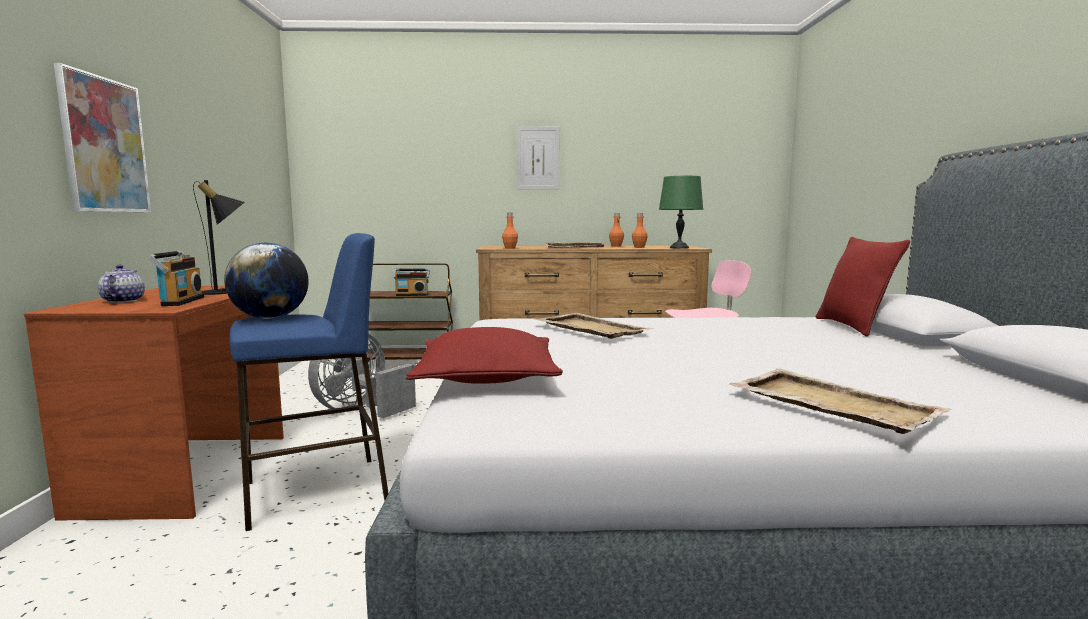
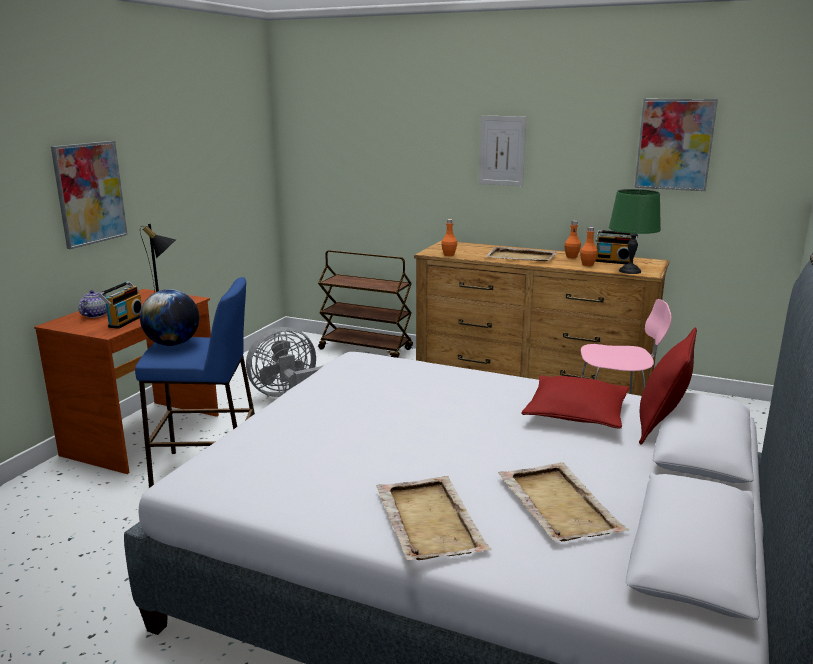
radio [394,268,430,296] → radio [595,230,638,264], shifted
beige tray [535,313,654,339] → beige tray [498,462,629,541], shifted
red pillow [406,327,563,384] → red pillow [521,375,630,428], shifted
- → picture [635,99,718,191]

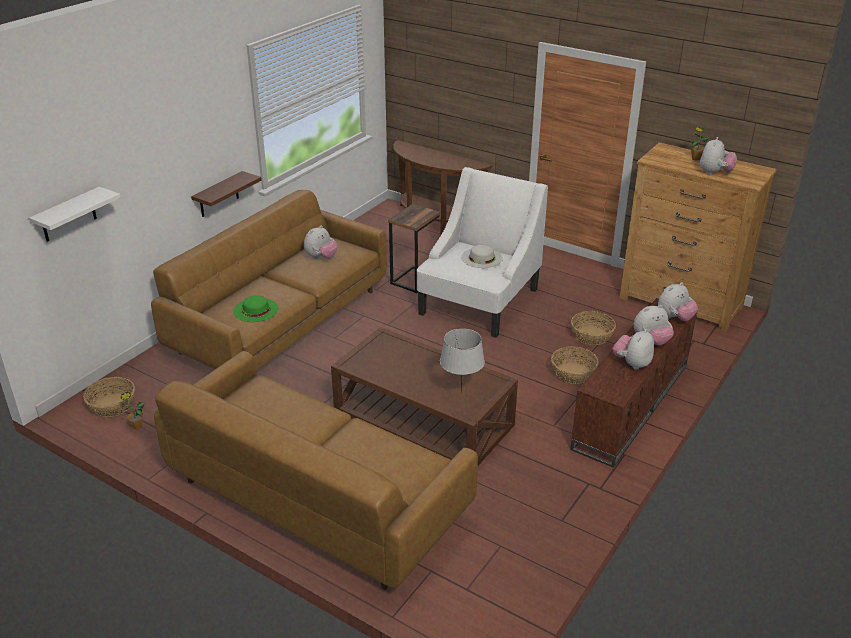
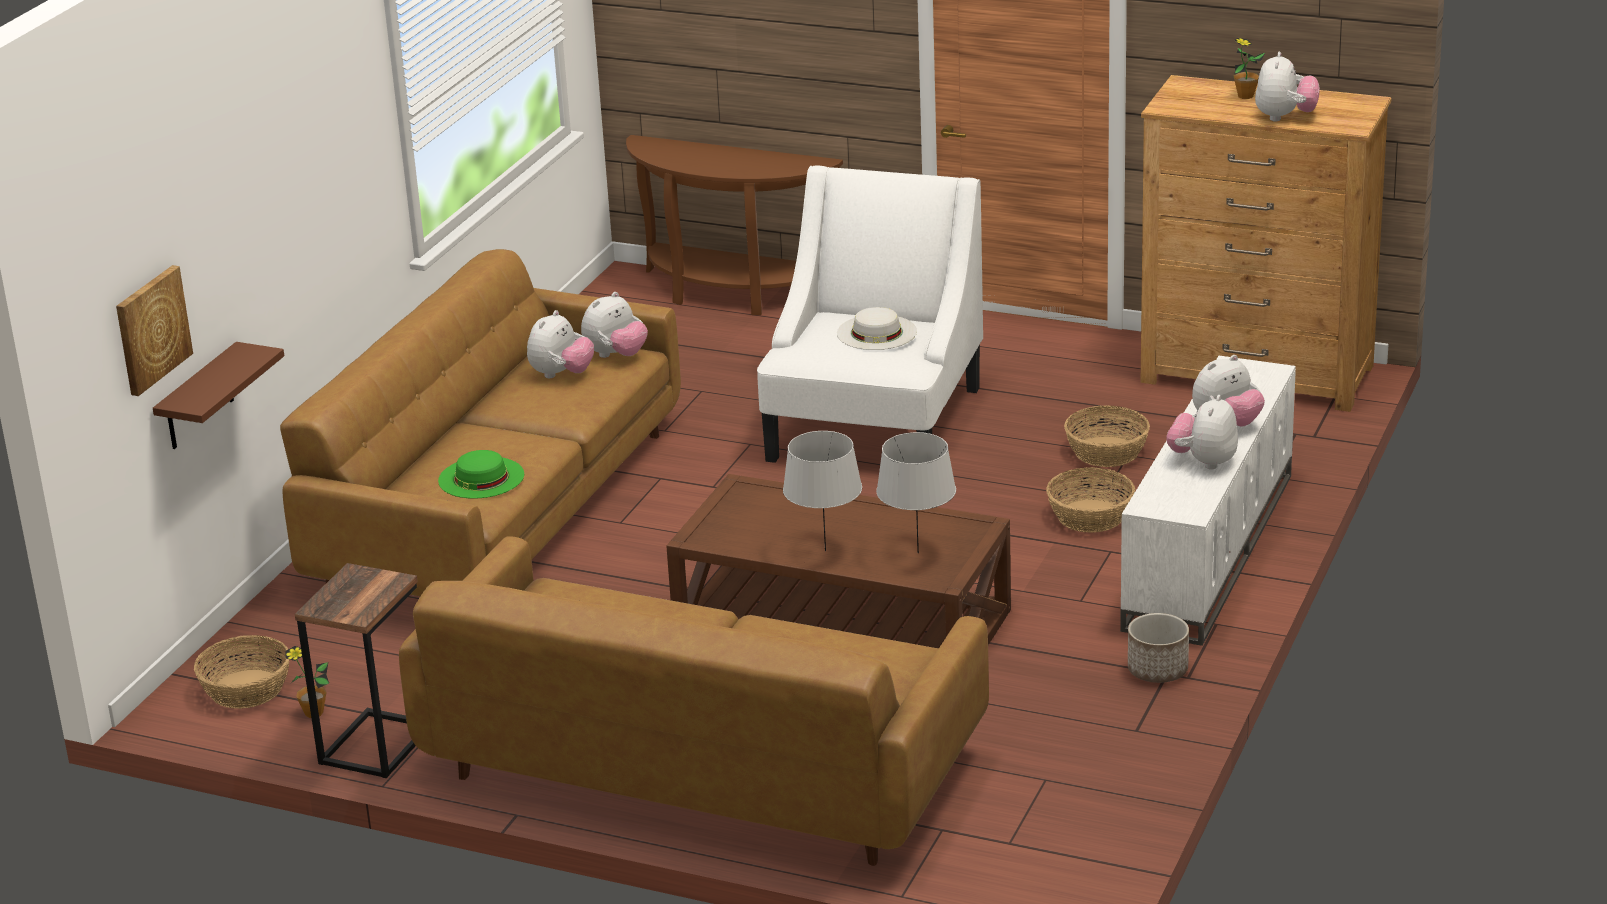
brown shelf [191,171,262,217] → brown shelf [153,342,284,449], shifted
white shelf [29,187,121,242] → picture [116,265,193,396]
side table [388,204,440,293] → side table [295,563,418,778], shifted
plush toy [658,282,698,321] → plush toy [581,292,648,358], shifted
brown tv stand [570,298,697,468] → white tv stand [1120,356,1296,646]
- → grey table lamp [783,431,862,551]
- → planter [1128,613,1189,683]

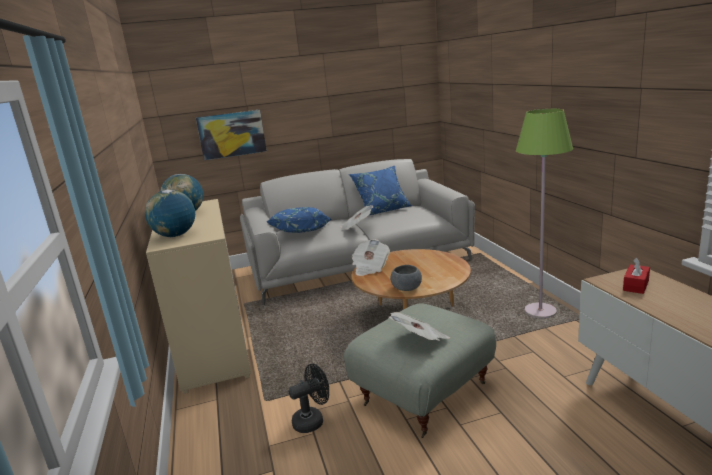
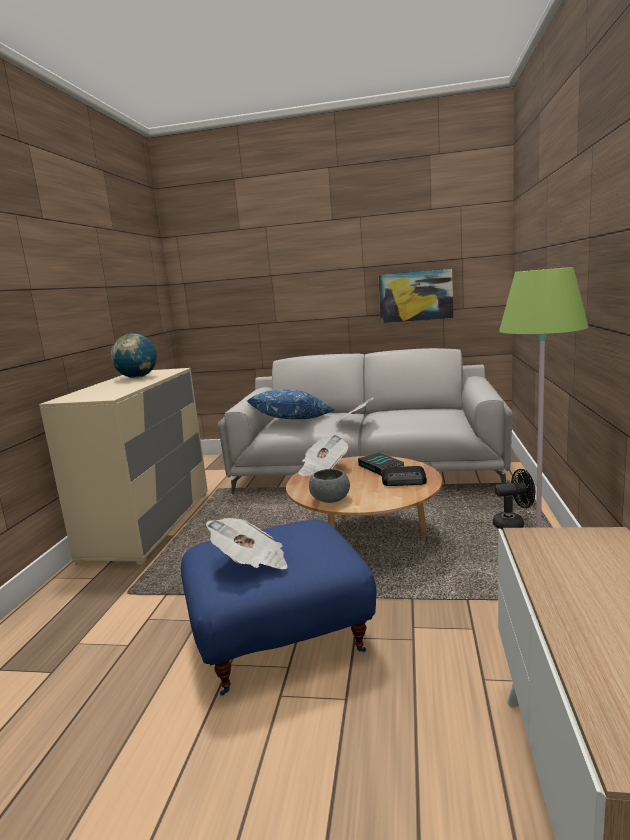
picture [196,110,267,160] → picture [378,268,453,323], shifted
blue pillow [349,166,413,216] → -
globe [145,189,195,237] → -
red tissue box [623,258,650,294] → -
grey ottoman [344,304,496,438] → blue ottoman [181,520,377,696]
black fan [288,364,329,433] → black fan [493,469,535,530], shifted
- → book [358,453,404,476]
- → radio [382,466,427,486]

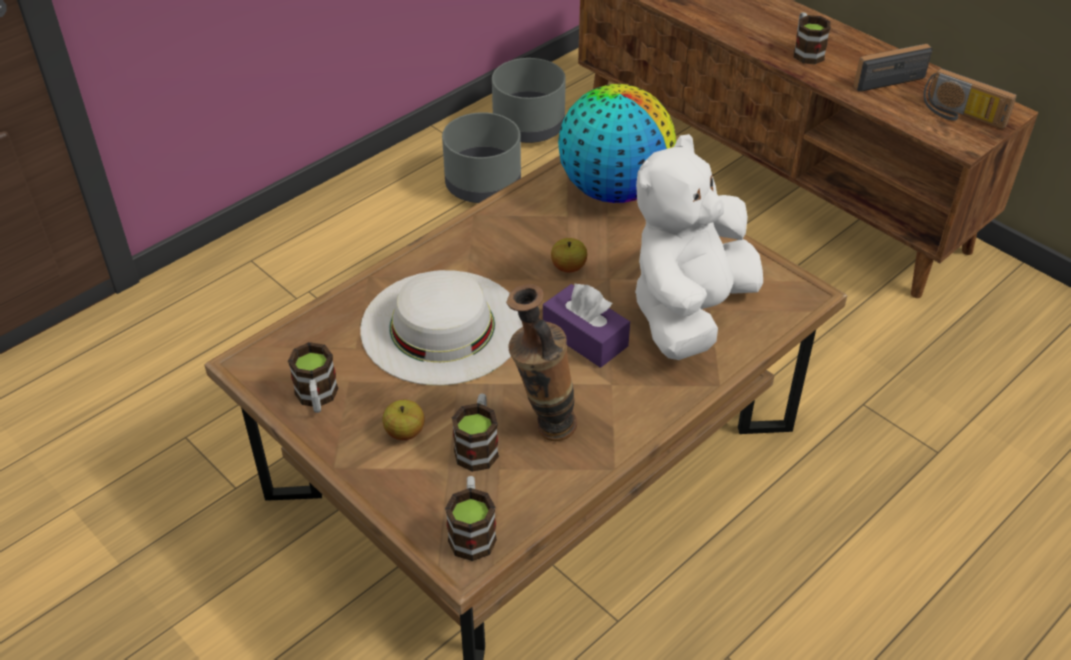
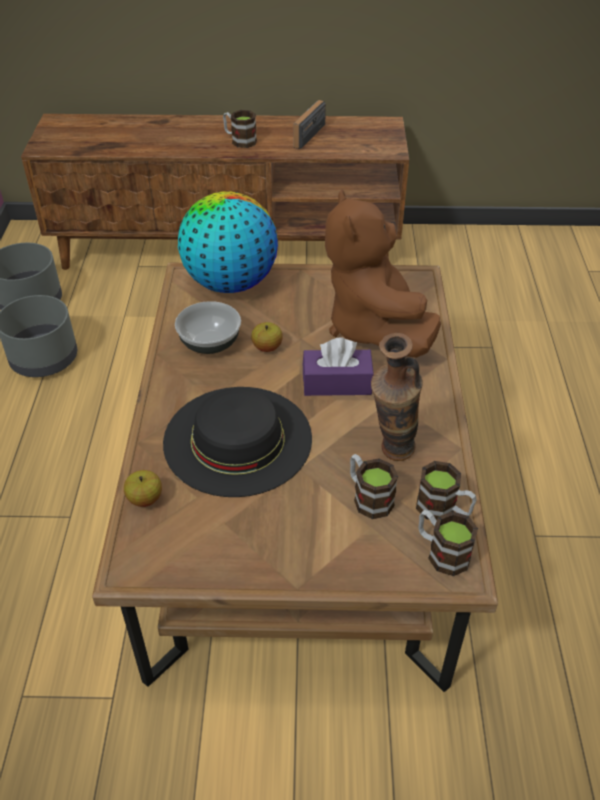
radio [923,68,1017,129] → -
white plush toy [635,134,763,360] → brown plush toy [325,189,441,358]
white hat [360,270,523,386] → black hat [163,387,312,497]
mug [288,342,338,413] → mug [416,461,476,520], shifted
apple [382,400,424,440] → apple [124,470,162,507], shifted
- → bowl [175,301,241,354]

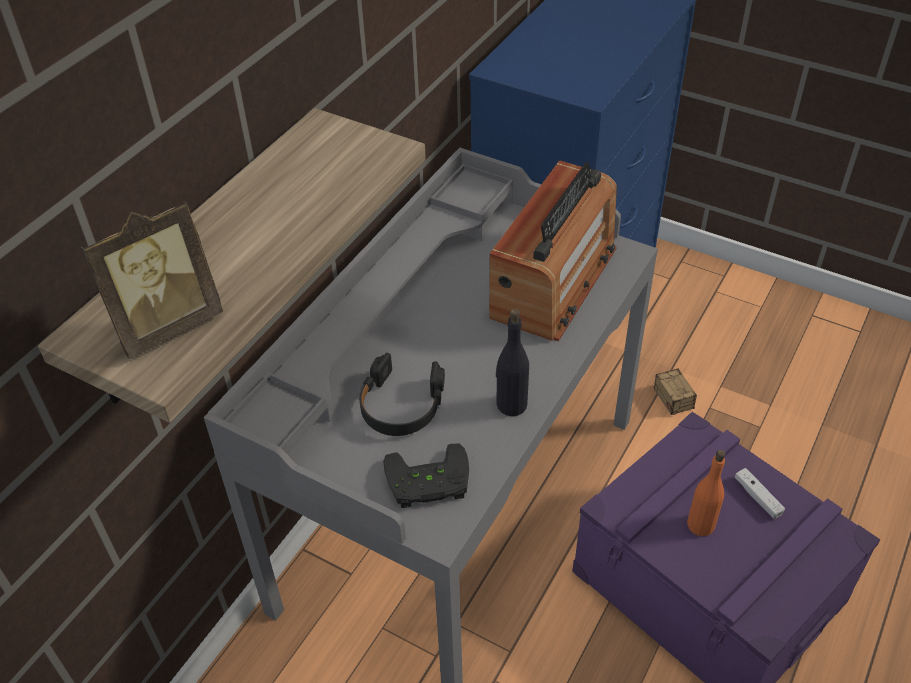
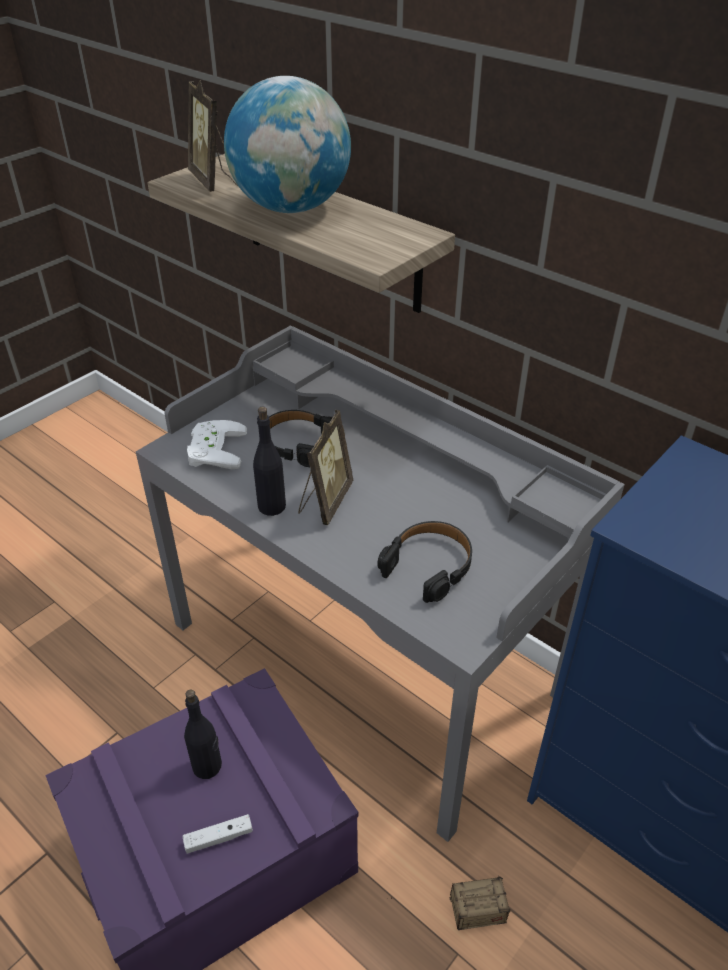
radio [489,160,617,341] → black headphones [378,521,472,603]
black game controller [383,443,469,508] → white game controller [187,420,247,469]
orange bottle [687,450,725,536] → black bottle [184,689,222,779]
- → globe [224,76,351,213]
- → picture frame [298,410,353,525]

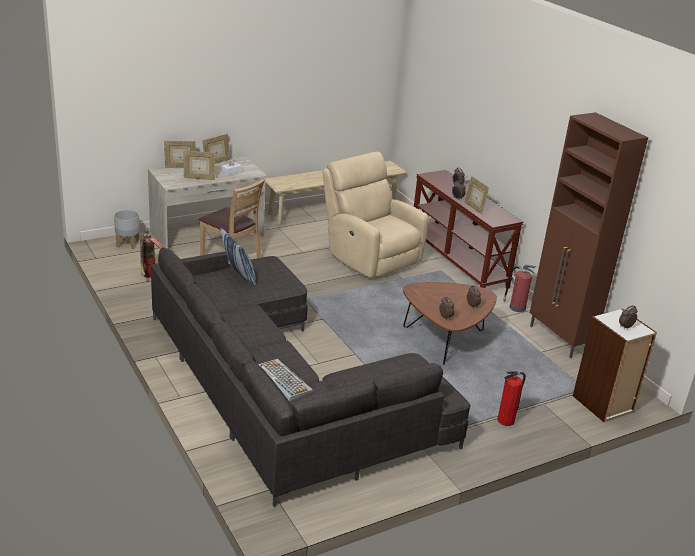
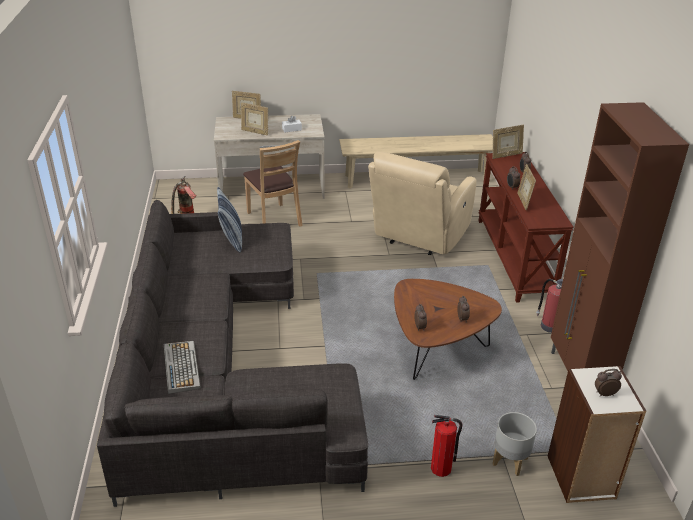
picture frame [202,134,230,164] → picture frame [492,125,524,159], shifted
beige armchair [322,152,429,278] → beige armchair [368,151,477,255], 135 degrees counterclockwise
grey planter [114,210,140,249] → grey planter [493,412,537,476], shifted

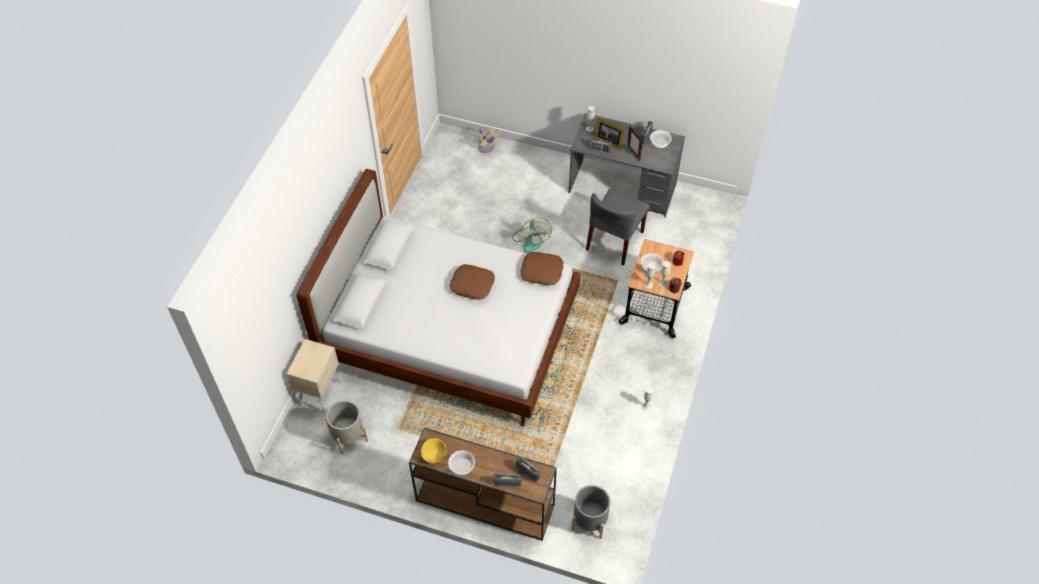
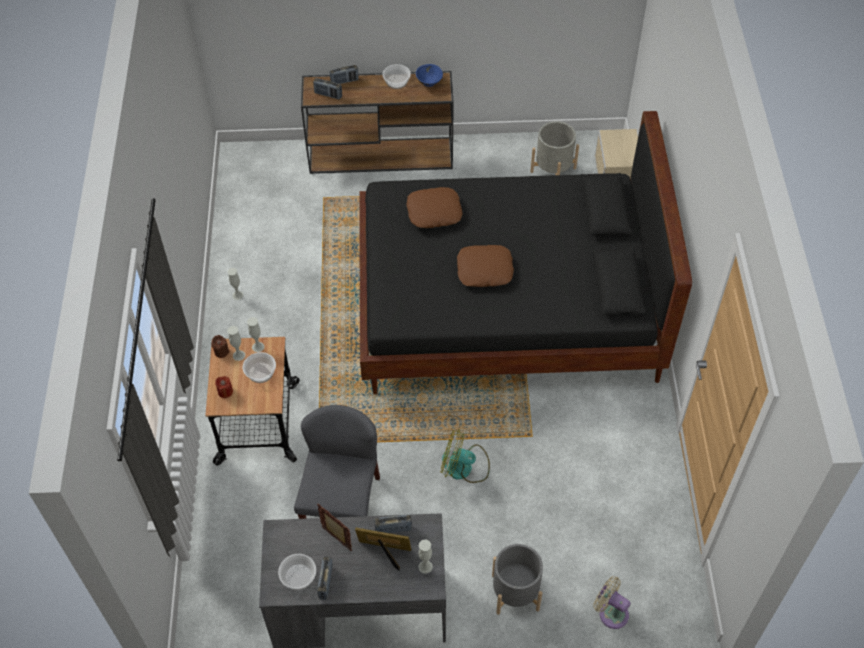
white bed [296,169,580,426] → black bed [359,111,692,394]
fan [512,218,552,253] → fan [441,429,490,483], 45 degrees counterclockwise
brown pillow [520,252,563,285] → brown pillow [406,187,463,228], shifted
yellow bowl [421,438,446,463] → blue bowl [416,64,443,87]
grey planter [571,485,611,539] → grey planter [492,544,543,615], shifted

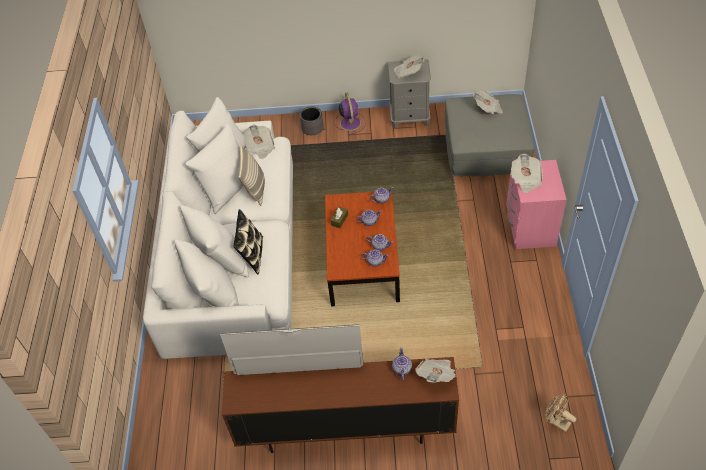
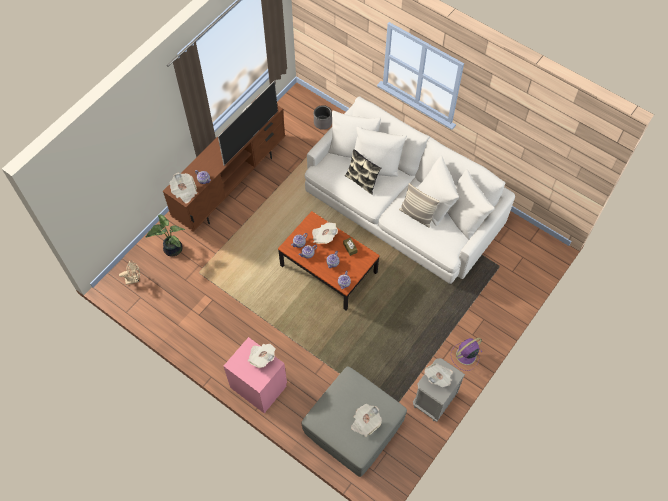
purple fan [334,92,366,135] → purple fan [451,338,482,371], 120 degrees clockwise
grey planter [300,106,324,135] → grey planter [314,105,332,130], shifted
newspaper [243,124,275,159] → newspaper [312,222,338,244], shifted
- → potted plant [145,214,185,256]

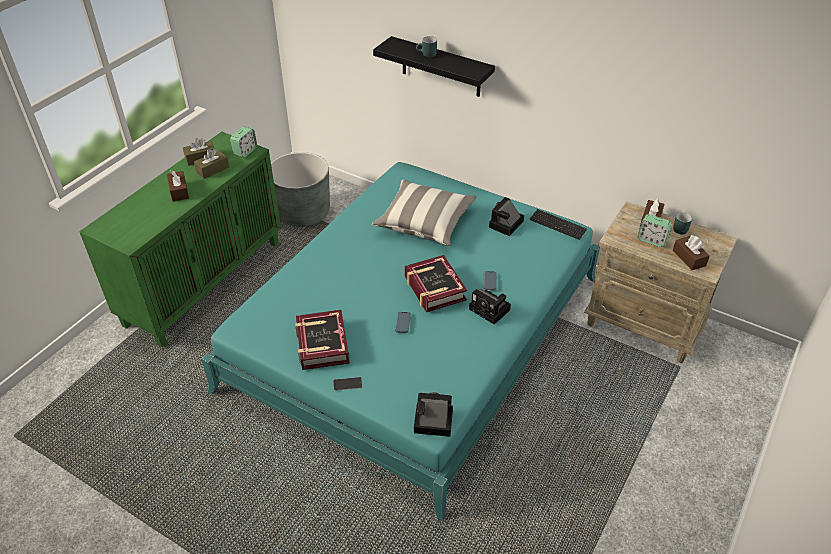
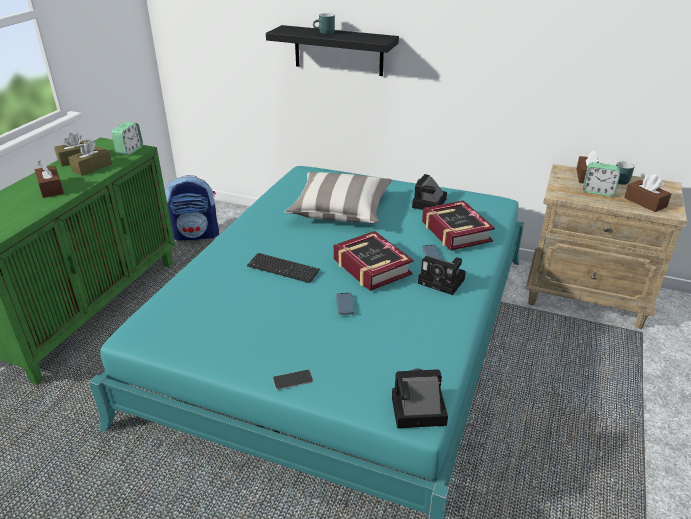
grey planter [271,152,330,227] → backpack [165,175,219,241]
keyboard [529,209,587,240] → keyboard [247,253,320,283], shifted
book [295,310,350,370] → book [422,200,495,251], shifted

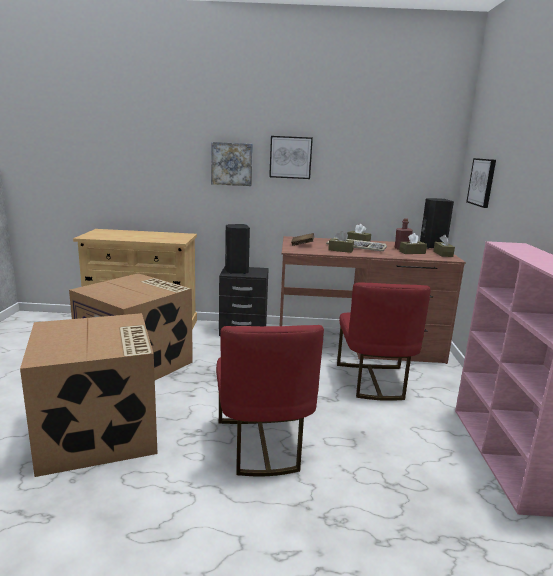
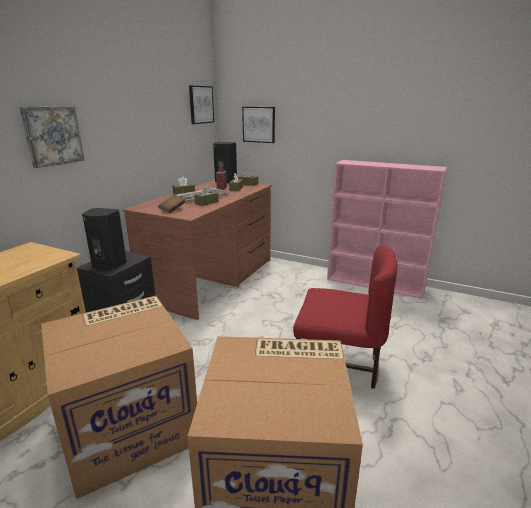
picture [269,136,313,179] → picture [189,86,214,124], shifted
red chair [337,283,431,401] → -

